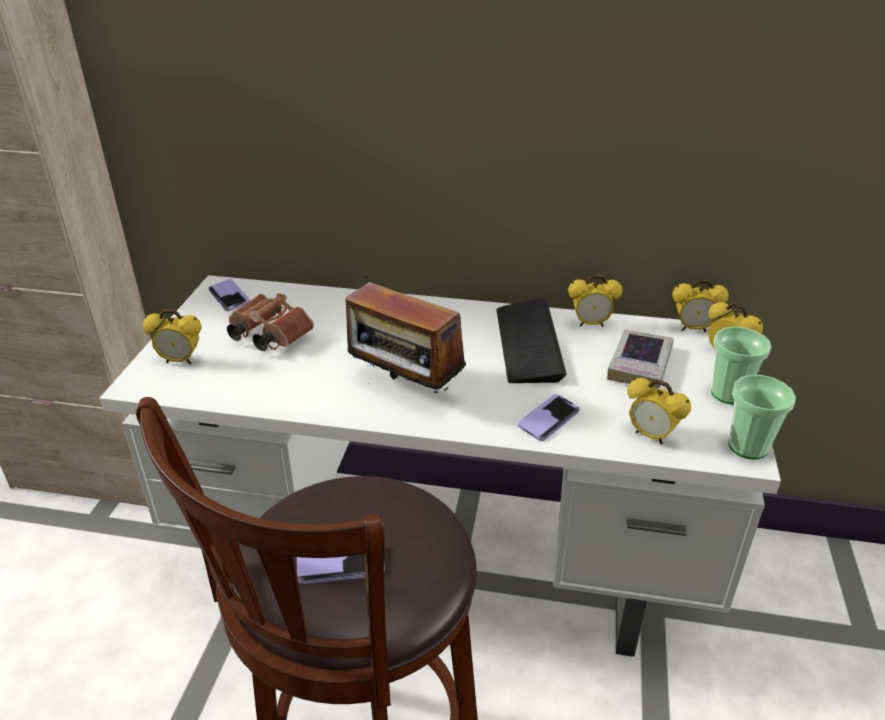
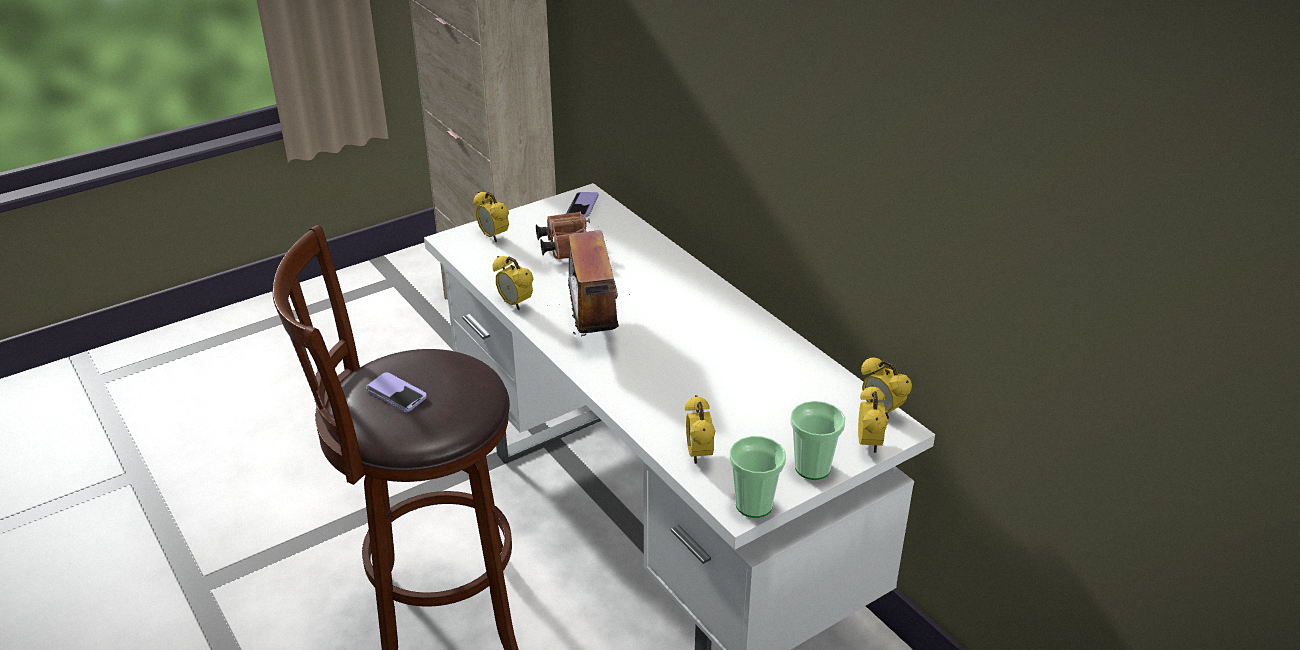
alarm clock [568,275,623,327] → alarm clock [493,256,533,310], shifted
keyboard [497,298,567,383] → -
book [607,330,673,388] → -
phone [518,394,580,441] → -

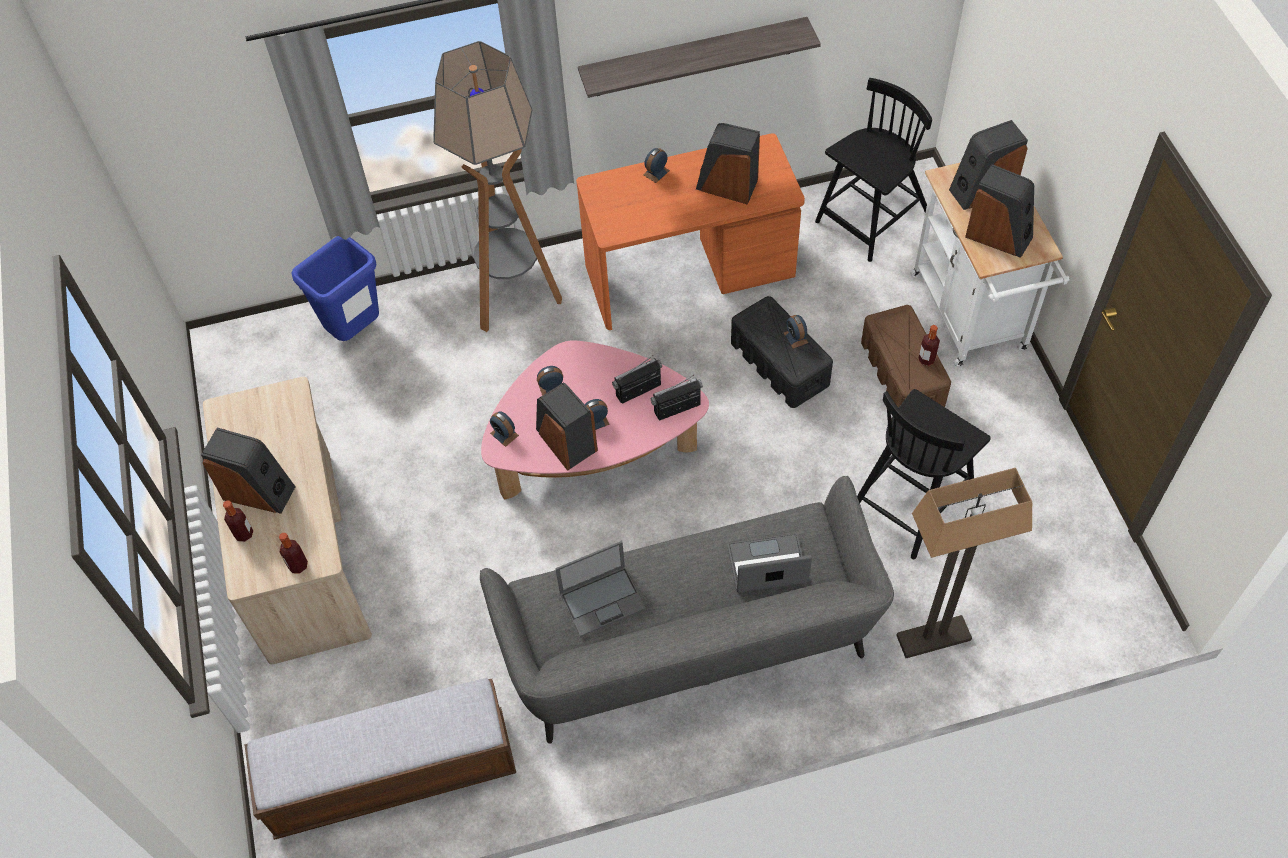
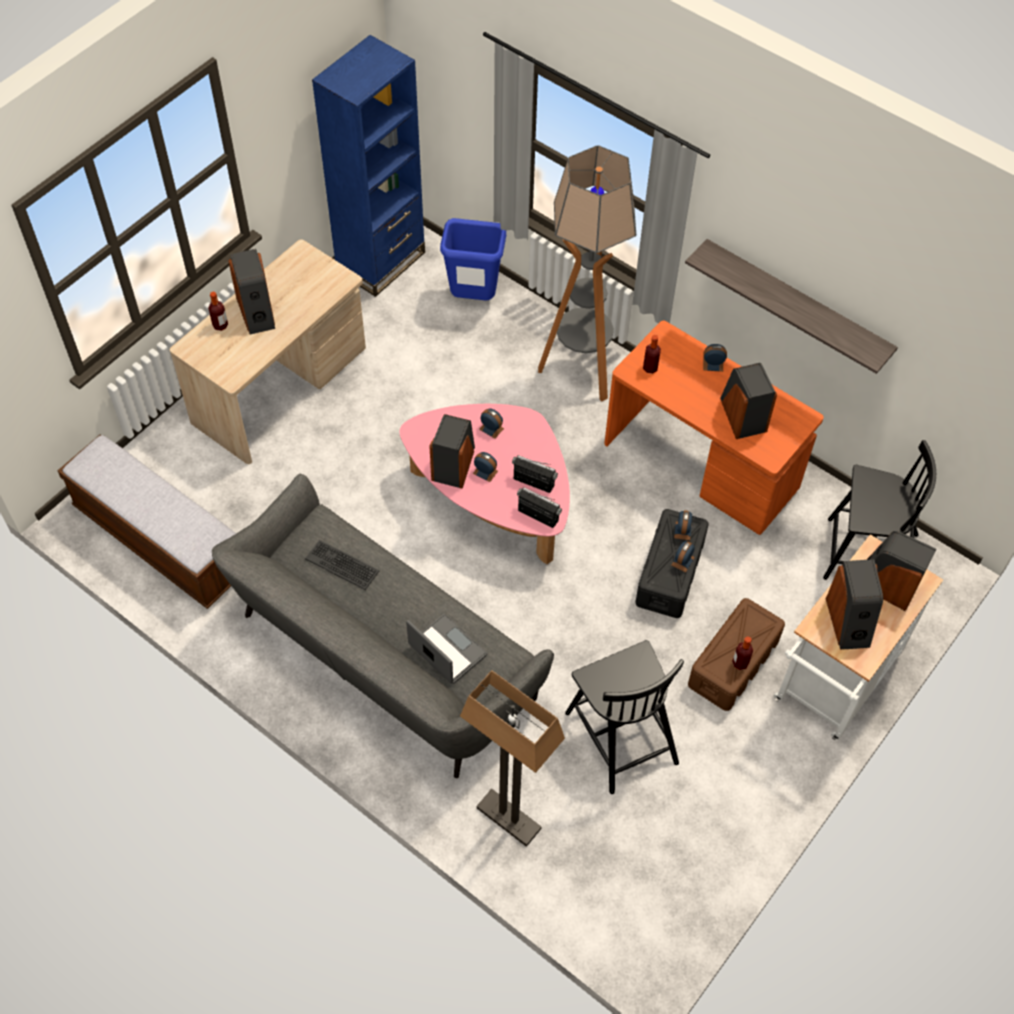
black chair [857,389,991,559] → black chair [565,640,684,794], 120 degrees counterclockwise
alarm clock [490,411,519,447] → alarm clock [674,510,692,540], shifted
bottle [279,533,308,573] → bottle [643,335,661,374], shifted
laptop [555,541,646,637] → keyboard [305,540,379,590]
- → blue bookcase [312,35,425,297]

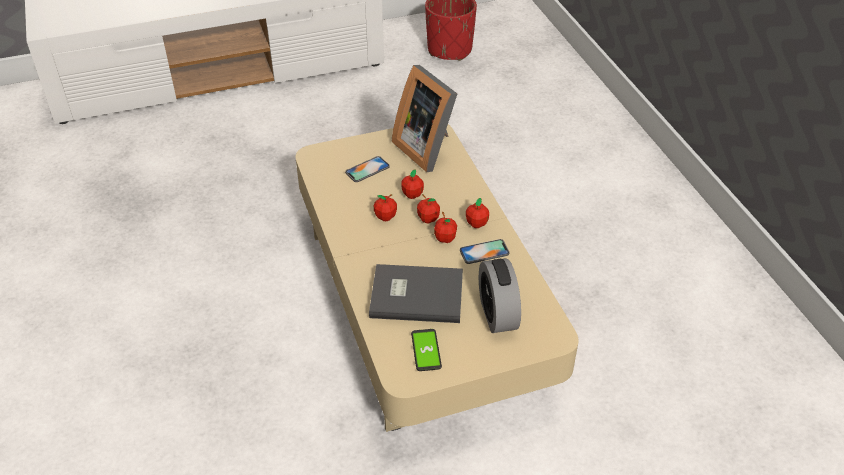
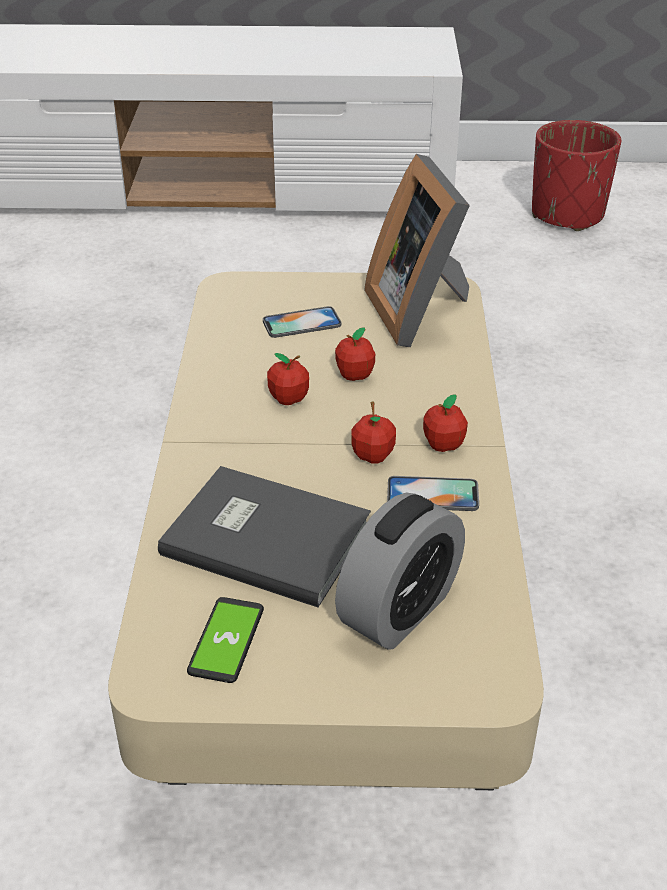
apple [417,194,440,223] → -
alarm clock [479,258,521,333] → alarm clock [335,493,465,650], 150 degrees counterclockwise

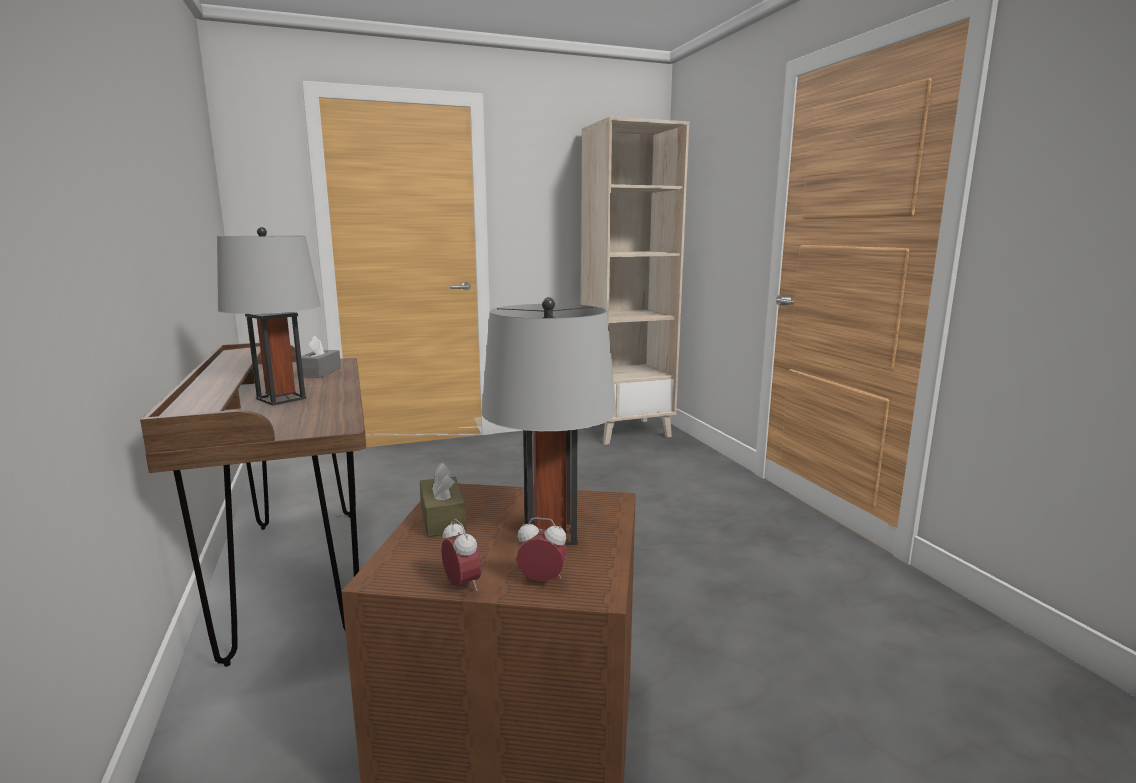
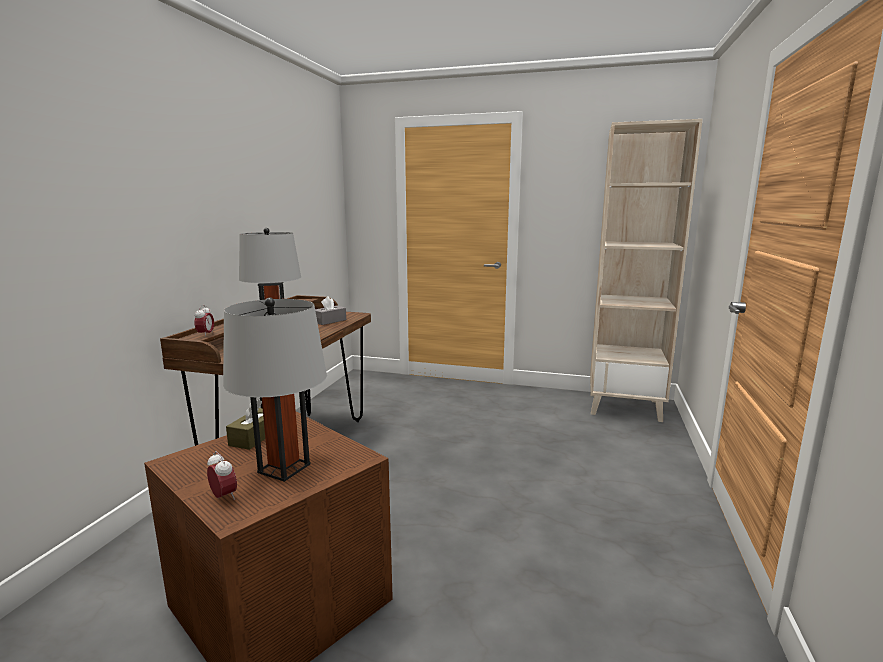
alarm clock [442,519,482,592] → alarm clock [195,305,214,337], shifted

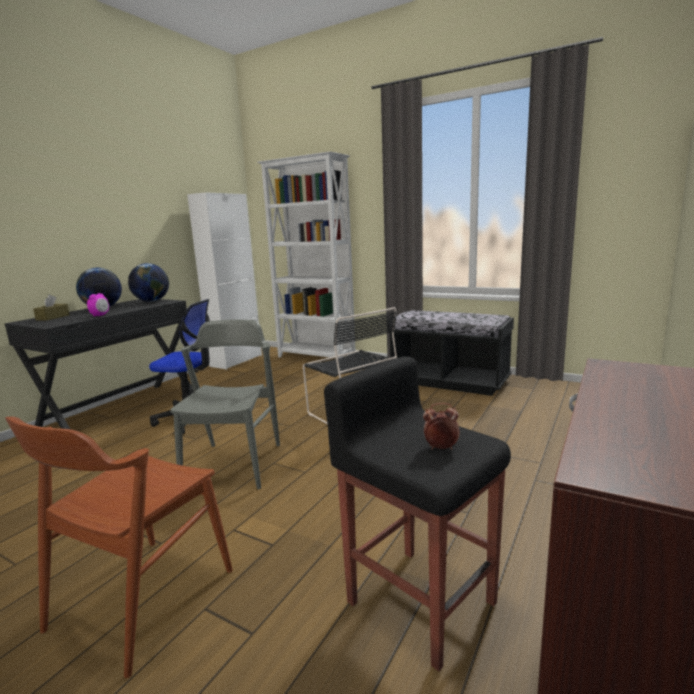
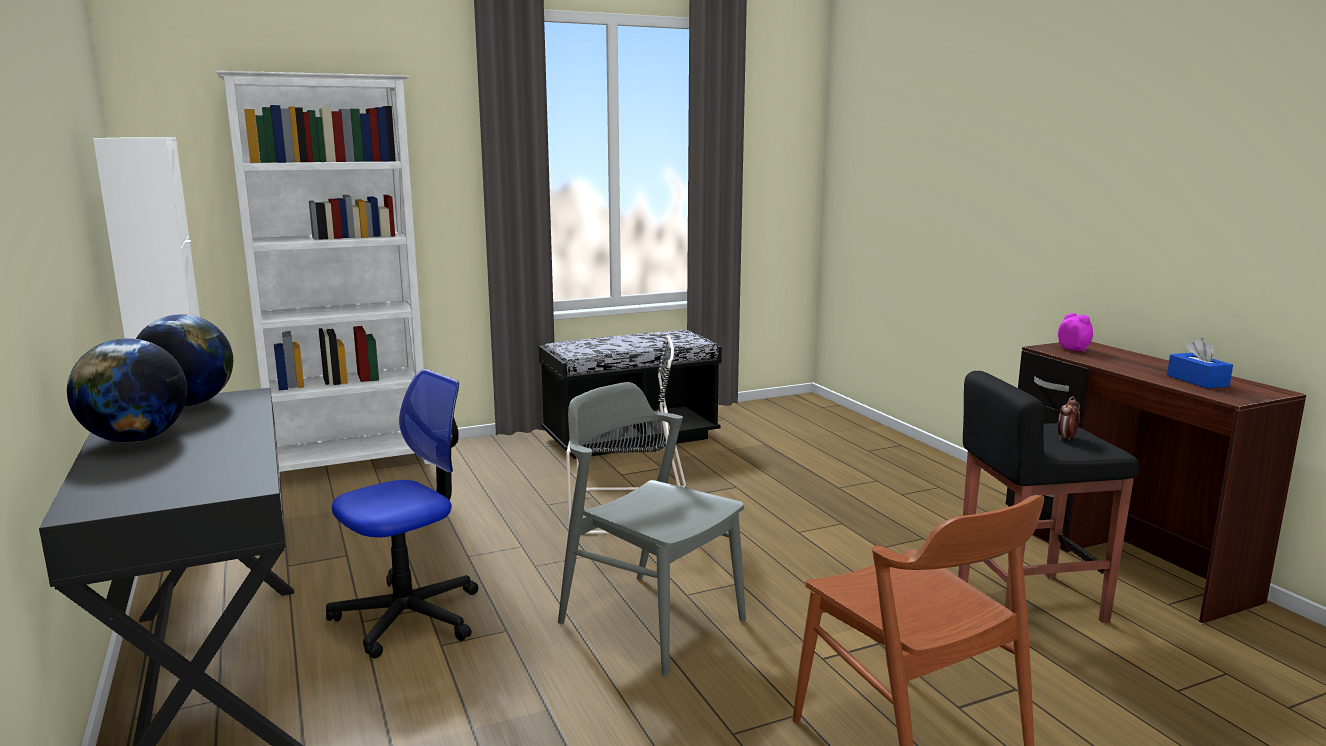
alarm clock [87,293,109,317] → alarm clock [1058,313,1093,352], shifted
brown tissue box [33,295,70,321] → -
- → blue tissue box [1167,338,1233,389]

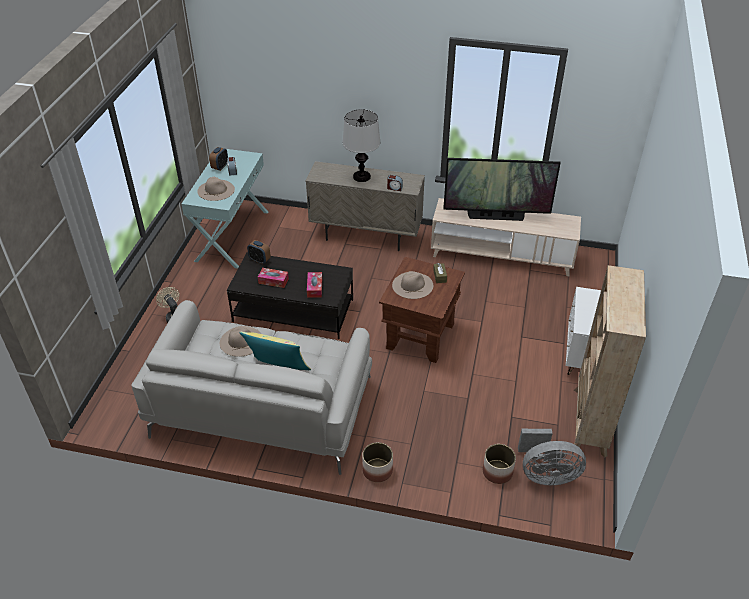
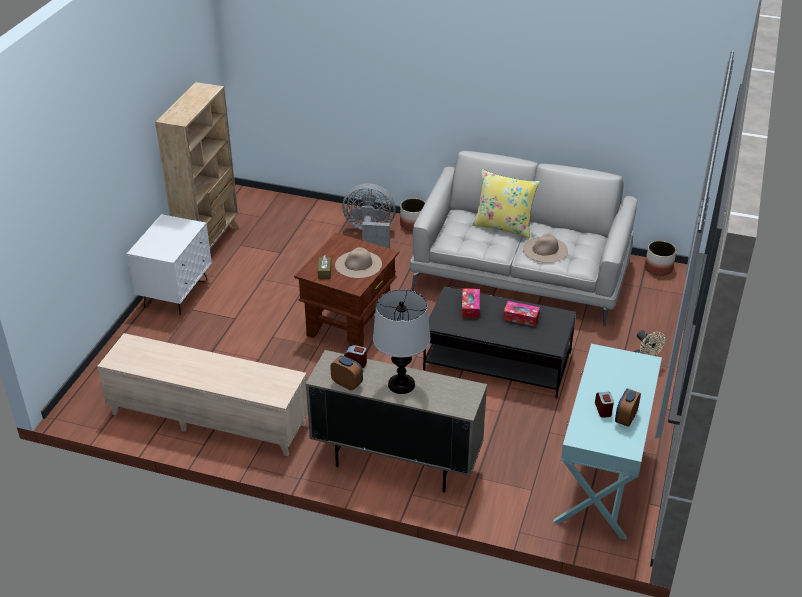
television [443,158,561,221] → -
beige hat [197,177,235,201] → -
alarm clock [247,240,271,264] → alarm clock [330,355,363,390], shifted
grey fan [518,429,586,485] → grey fan [342,183,396,249], shifted
planter [483,444,516,484] → planter [645,241,676,276], shifted

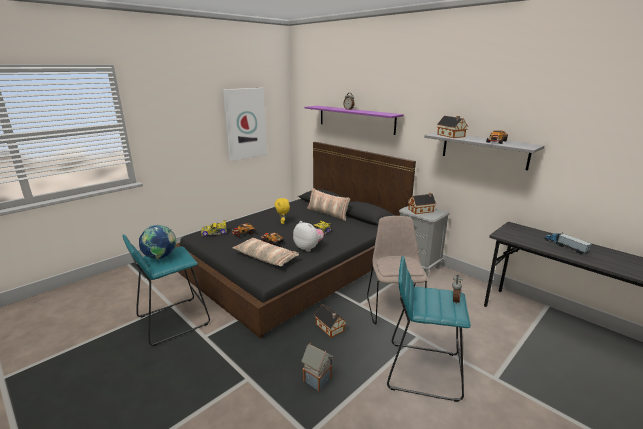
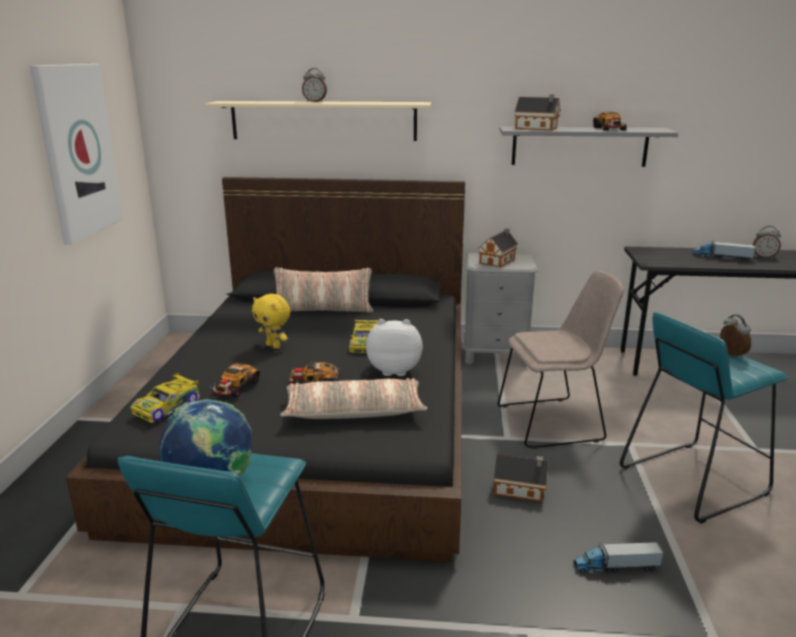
purple shelf [305,106,404,135] → beige shelf [205,101,431,141]
beige chair [367,216,427,324] → beige chair [498,271,624,449], 120 degrees clockwise
toy house [301,343,333,391] → toy truck [573,542,664,573]
- → alarm clock [753,226,781,258]

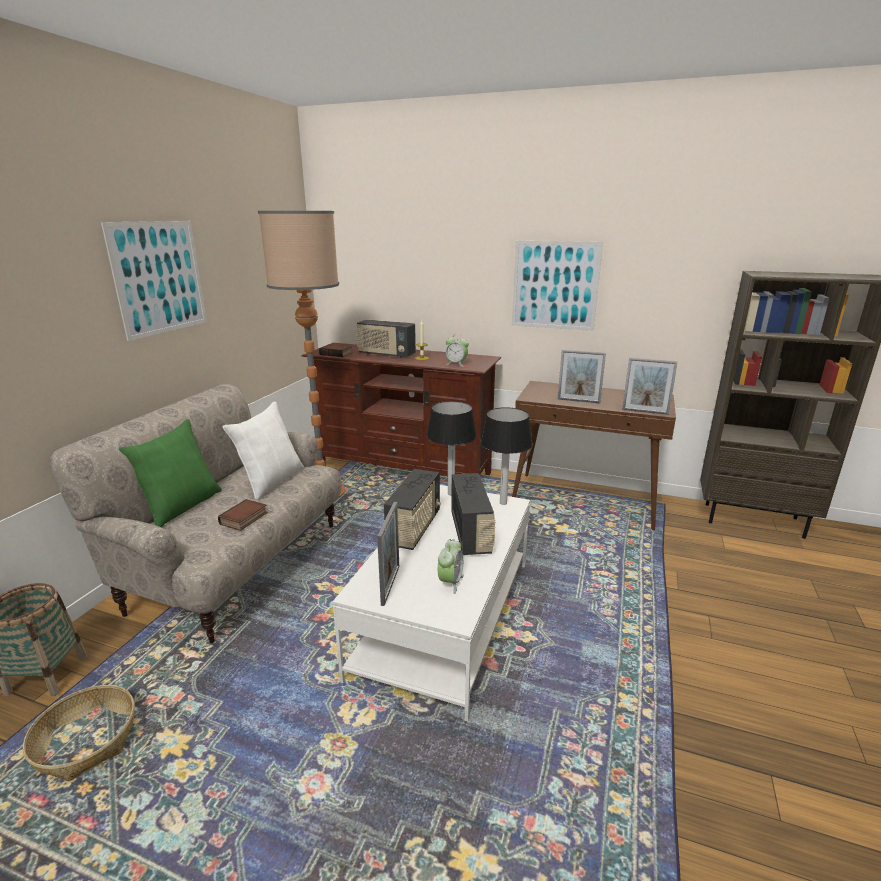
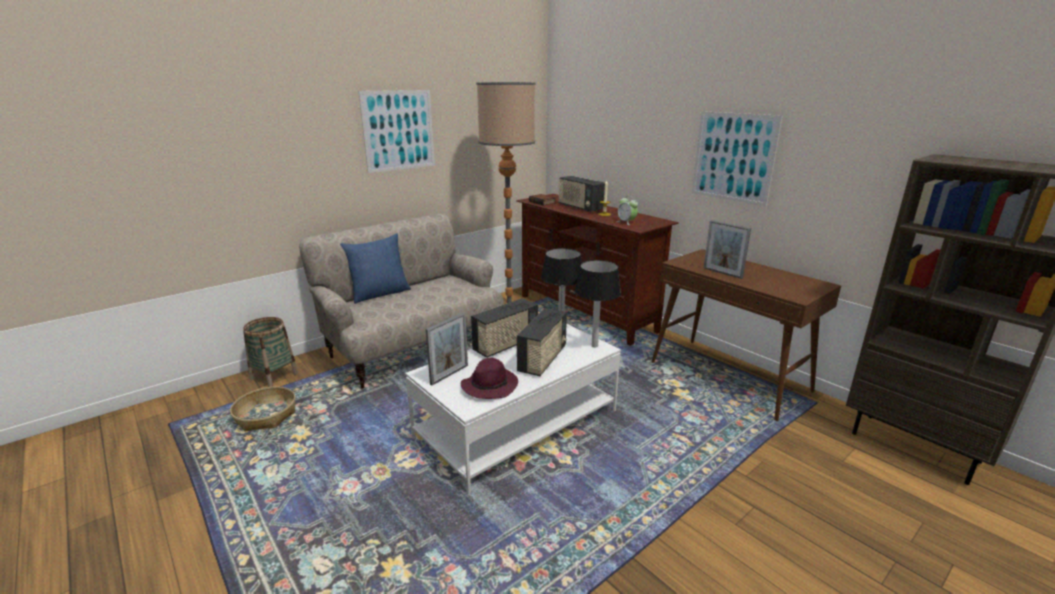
picture frame [622,357,678,415] → -
white pillow [222,401,304,500] → -
green pillow [119,419,222,527] → blue pillow [340,233,411,304]
book [218,499,268,531] → -
alarm clock [438,539,464,594] → purple hat [461,358,518,399]

